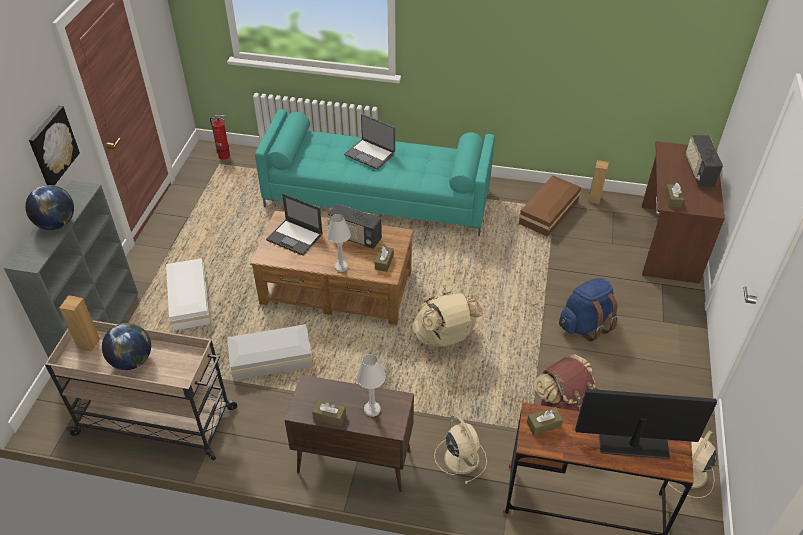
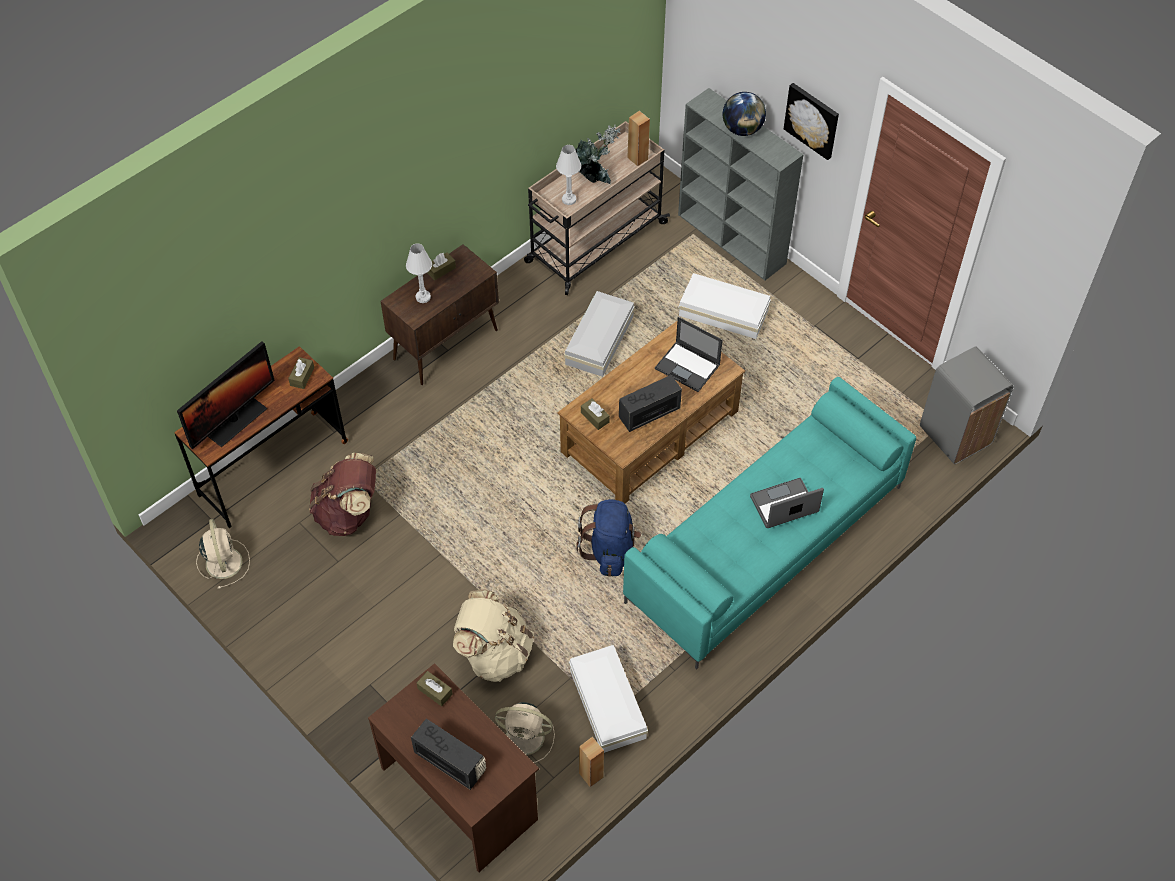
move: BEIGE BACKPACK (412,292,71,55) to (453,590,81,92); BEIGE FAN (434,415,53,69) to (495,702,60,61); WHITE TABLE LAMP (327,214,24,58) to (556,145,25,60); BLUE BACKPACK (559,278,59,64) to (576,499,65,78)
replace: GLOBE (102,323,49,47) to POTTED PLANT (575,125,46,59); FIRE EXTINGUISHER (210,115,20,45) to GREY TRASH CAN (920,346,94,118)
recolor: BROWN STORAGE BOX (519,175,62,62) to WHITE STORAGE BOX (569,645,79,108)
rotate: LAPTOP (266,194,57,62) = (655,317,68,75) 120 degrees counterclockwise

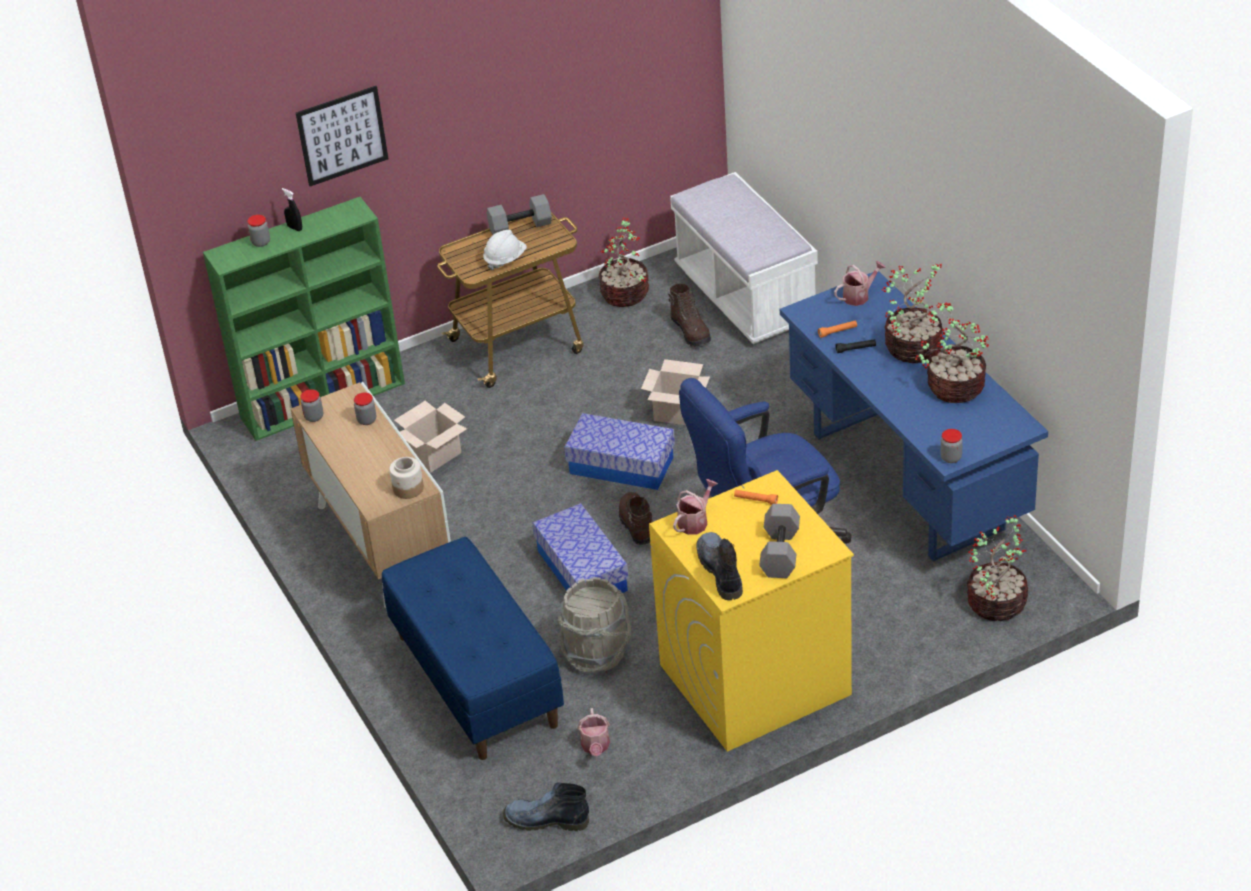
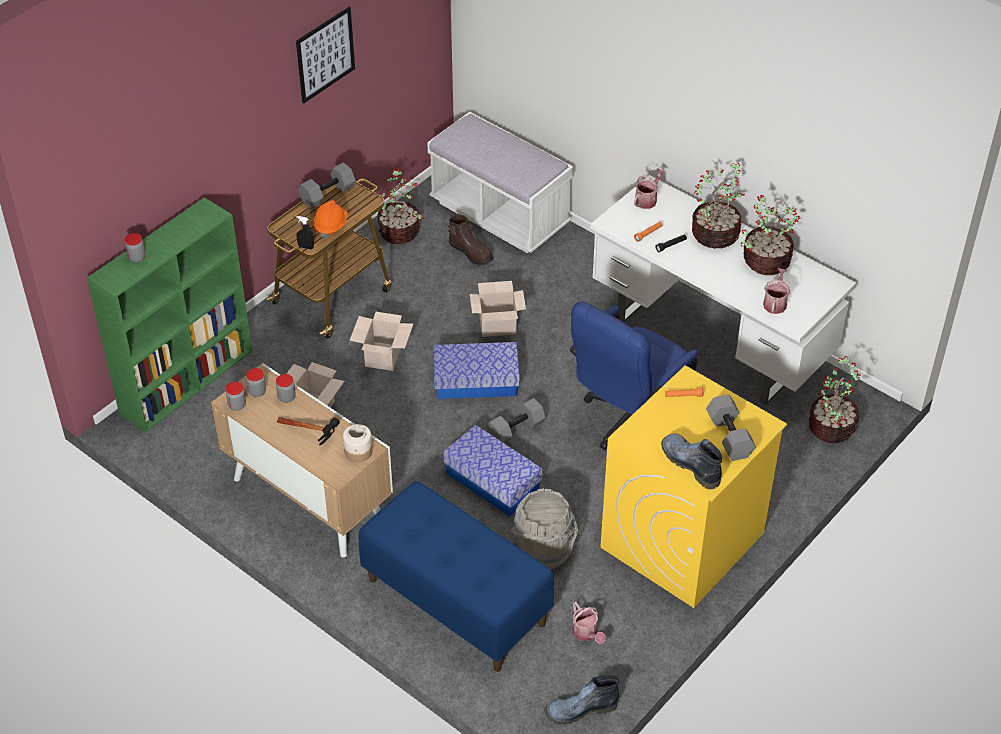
insert: HAMMER (277,417,63,28); CARDBOARD BOX (350,312,63,59)
move: JAR (940,429,23,34) to (246,368,20,29); PICTURE (296,86,92,100) to (296,7,59,96); BLACK SPRAY BOTTLE (282,188,20,43) to (296,216,18,33); WATERING CAN (673,479,45,56) to (763,268,27,46)
replace: BROWN BOOT (619,492,34,53) to GREY DUMBBELL (486,398,60,45)
recolor: WHITE HARD HAT (483,230,44,40) to ORANGE HARD HAT (313,200,35,39); BLUE DESK (780,271,268,291) to WHITE DESK (590,175,266,230)

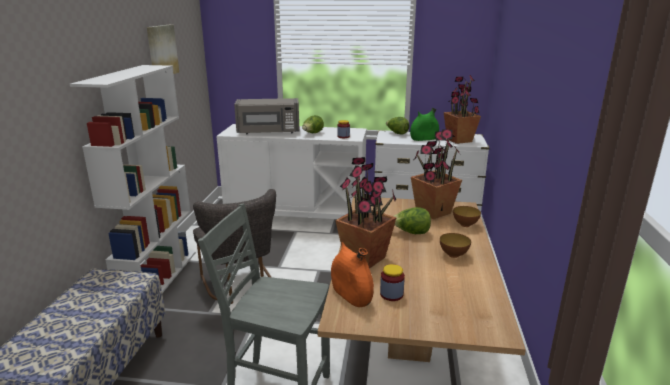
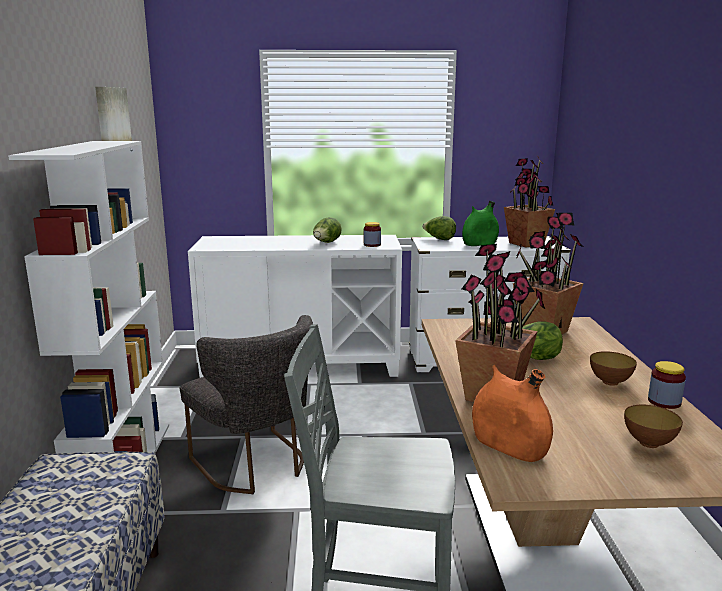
delete: GREY MICROWAVE (234,98,65,36)
move: BOWL (453,206,28,21) to (624,405,59,43); JAR (380,264,25,37) to (648,361,38,48)

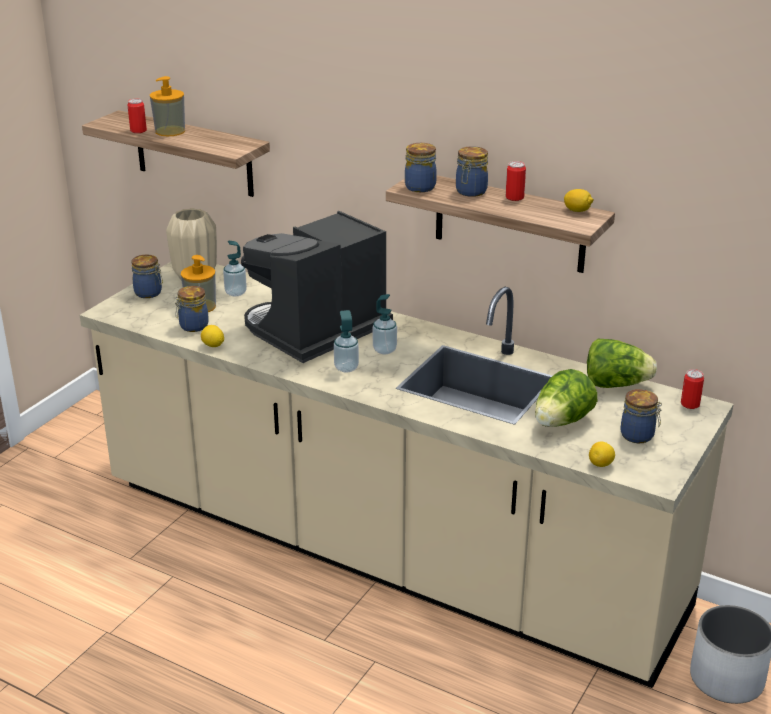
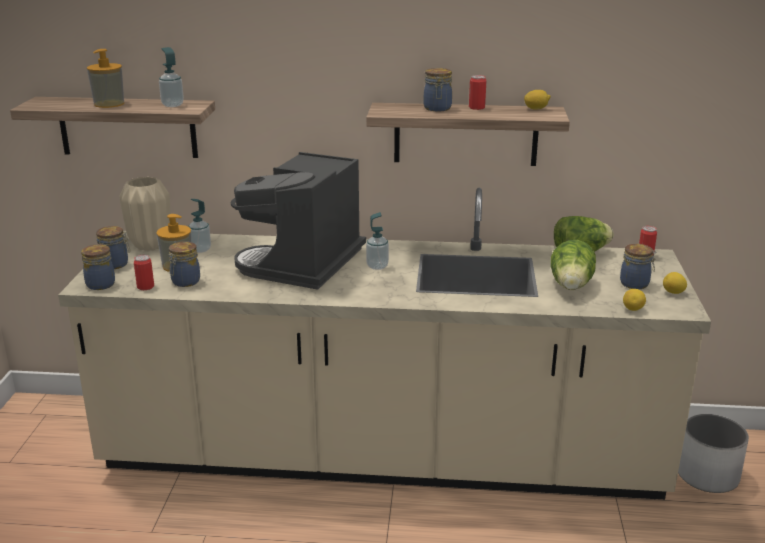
move: JAR (405,143,32,49) to (81,244,34,46); CAN (128,99,19,34) to (134,255,20,35); SOAP DISPENSER (334,310,25,62) to (159,47,25,60); LEMON (201,325,23,22) to (663,272,24,22)

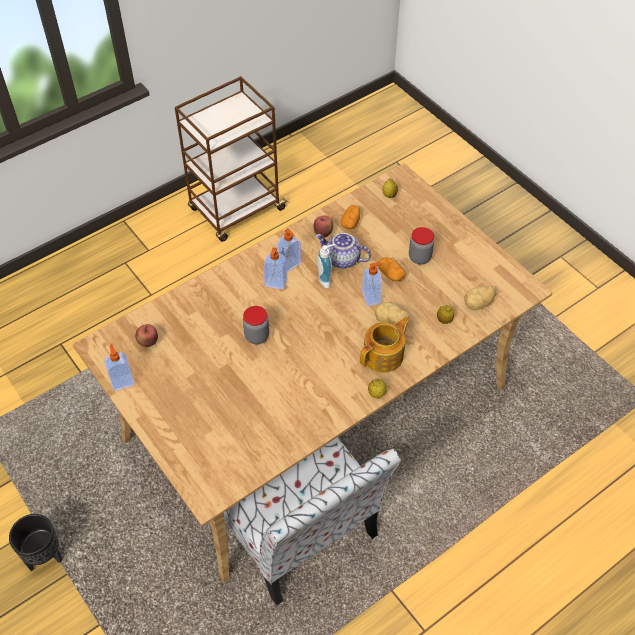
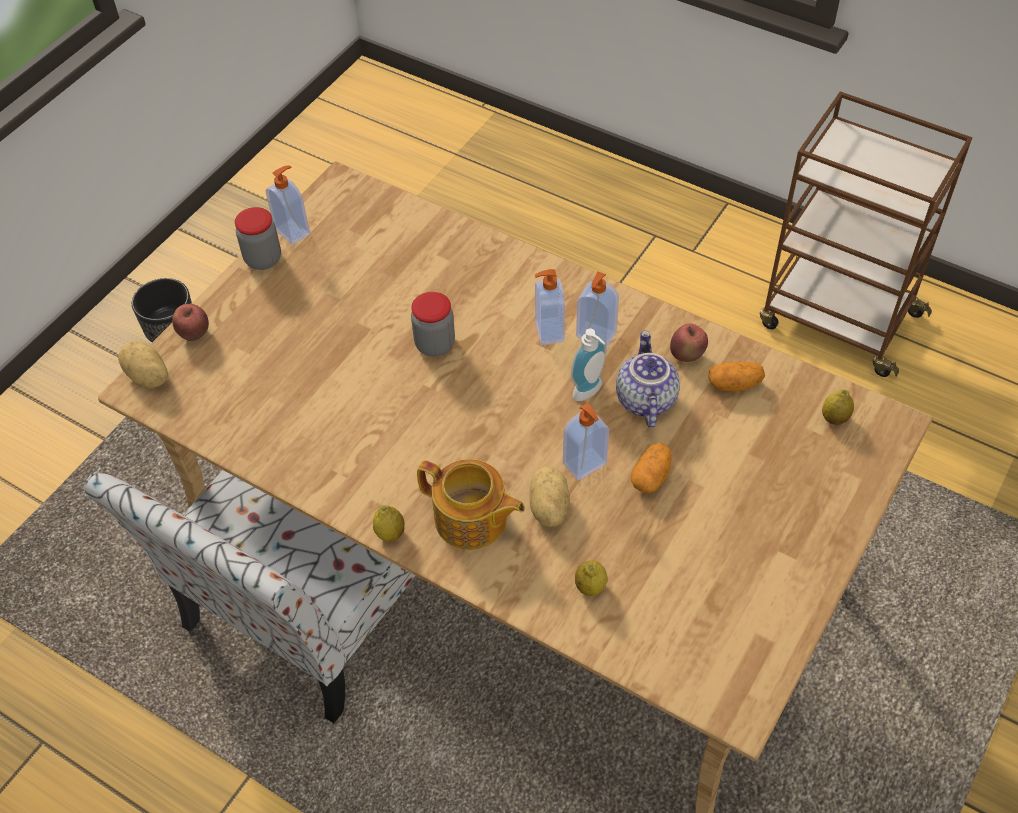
move: POTATO (464,286,32,24) to (118,341,51,47); APPLE (135,324,23,23) to (172,304,37,37); JAR (409,227,25,37) to (235,207,46,63)

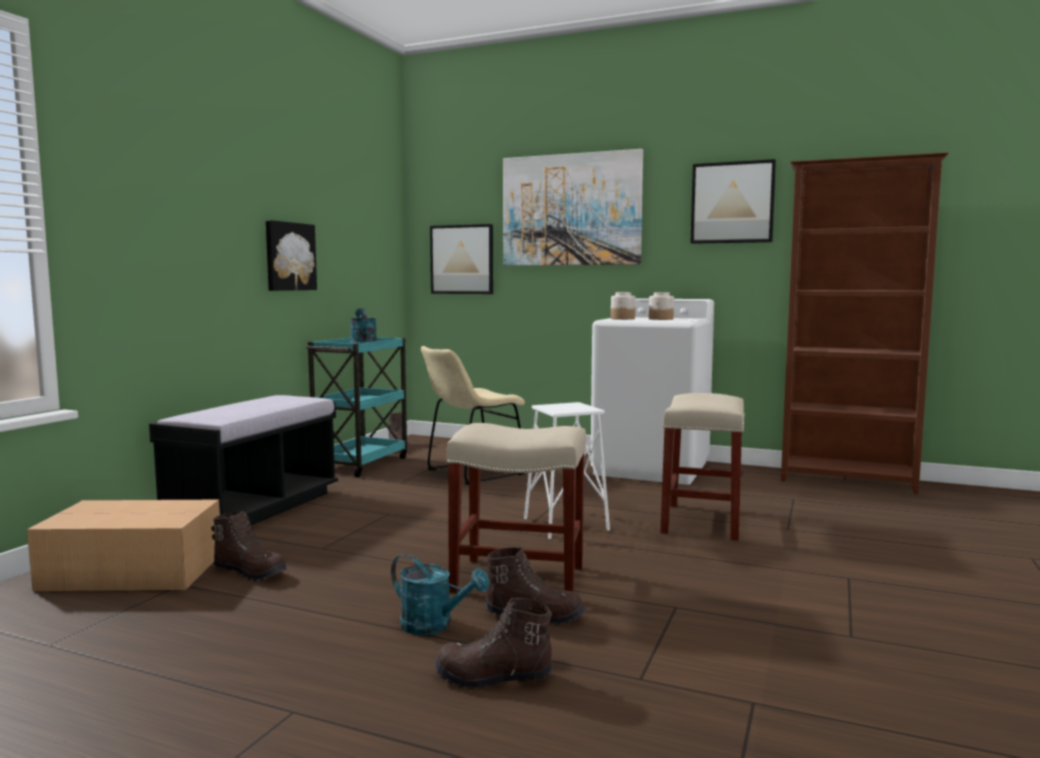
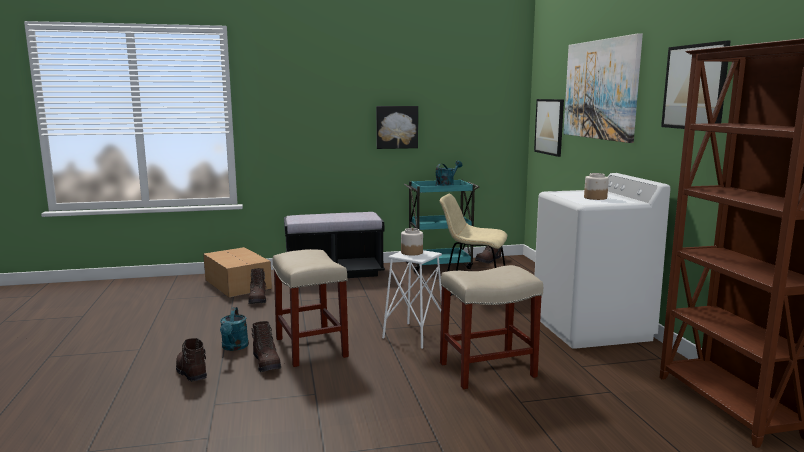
move: JAR (611,292,24,28) to (401,228,22,27)

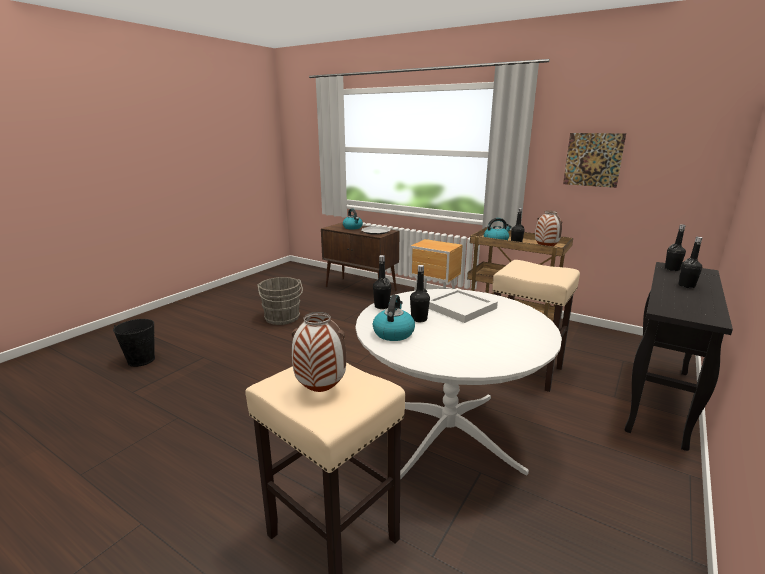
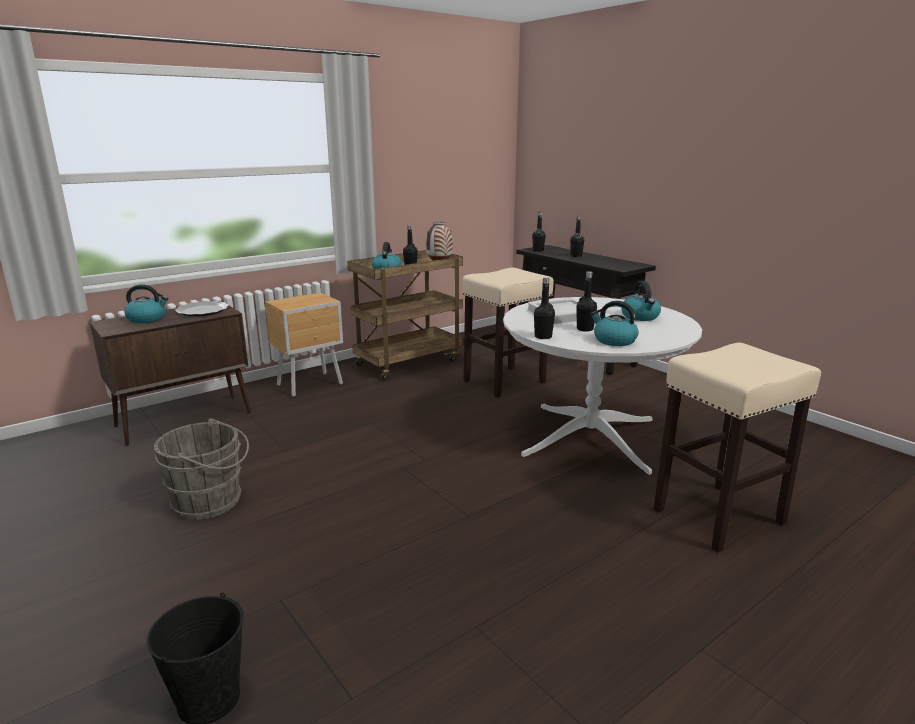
delete: VASE (292,312,54,80); PICTURE (563,133,63,55)
insert: KETTLE (621,281,40,40)

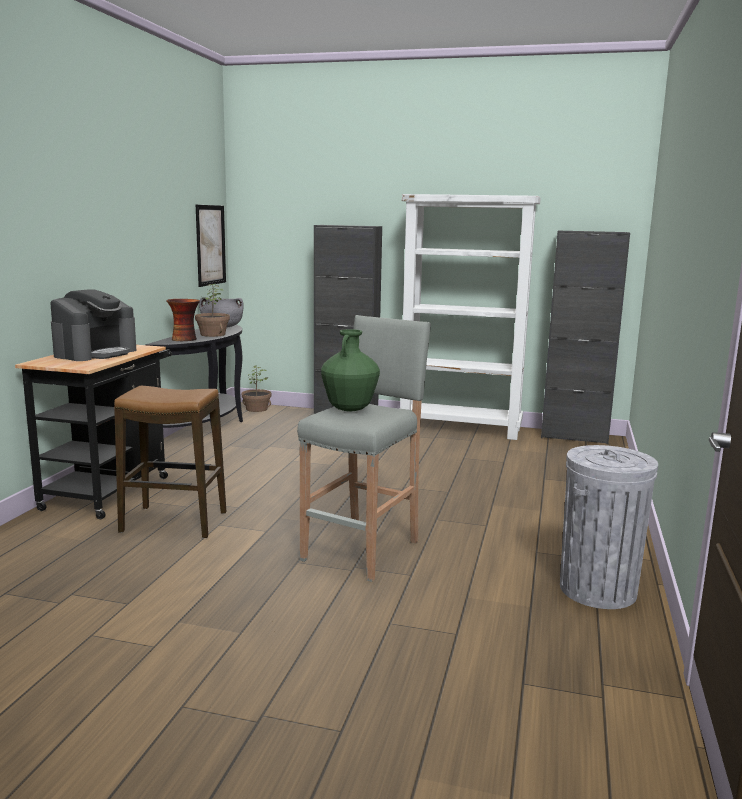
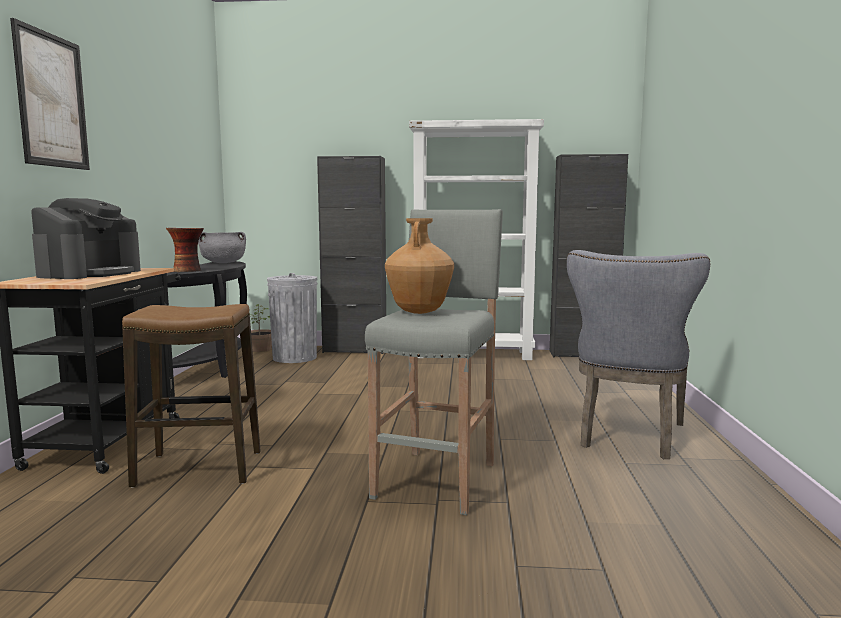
delete: POTTED PLANT (195,283,35,54)
insert: GREY CHAIR (567,250,143,209)
move: PICTURE (196,205,30,82) to (10,18,80,152); GREY TRASH CAN (560,445,98,164) to (267,273,50,90)
recolor: GREEN VASE (321,329,59,83) to BROWN VASE (385,218,69,96)

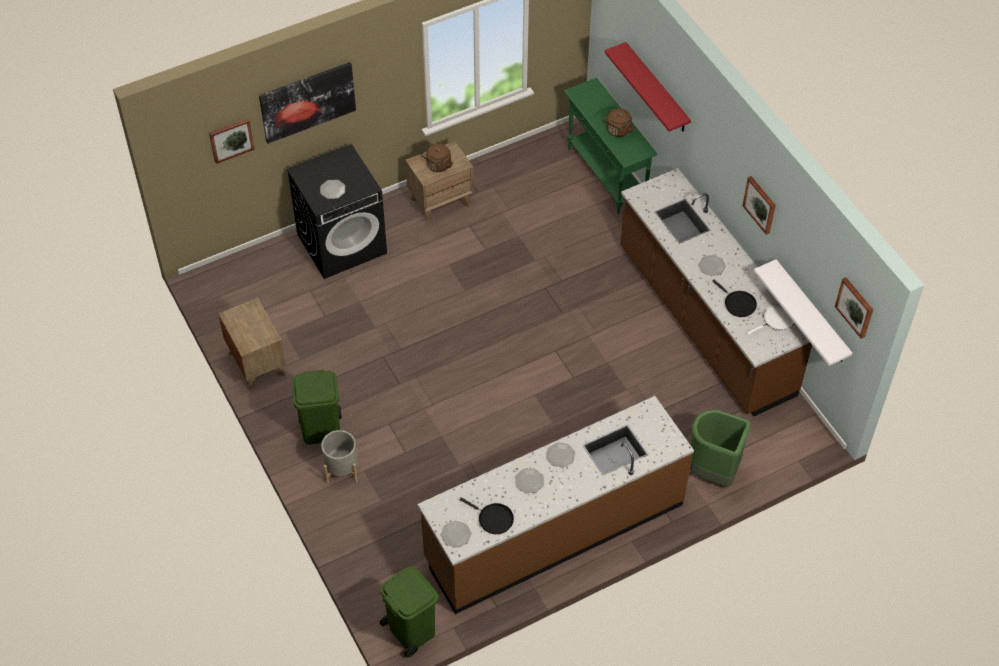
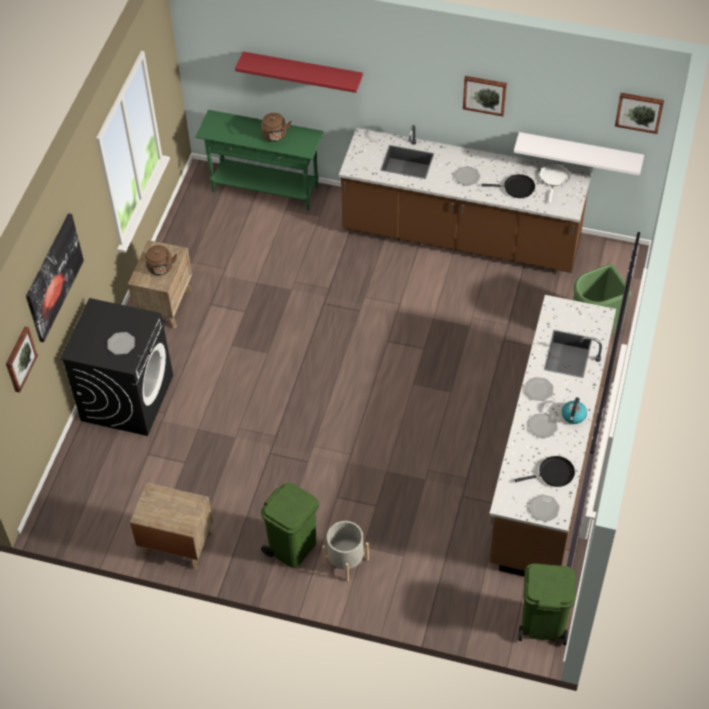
insert: KETTLE (562,397,25,27)

